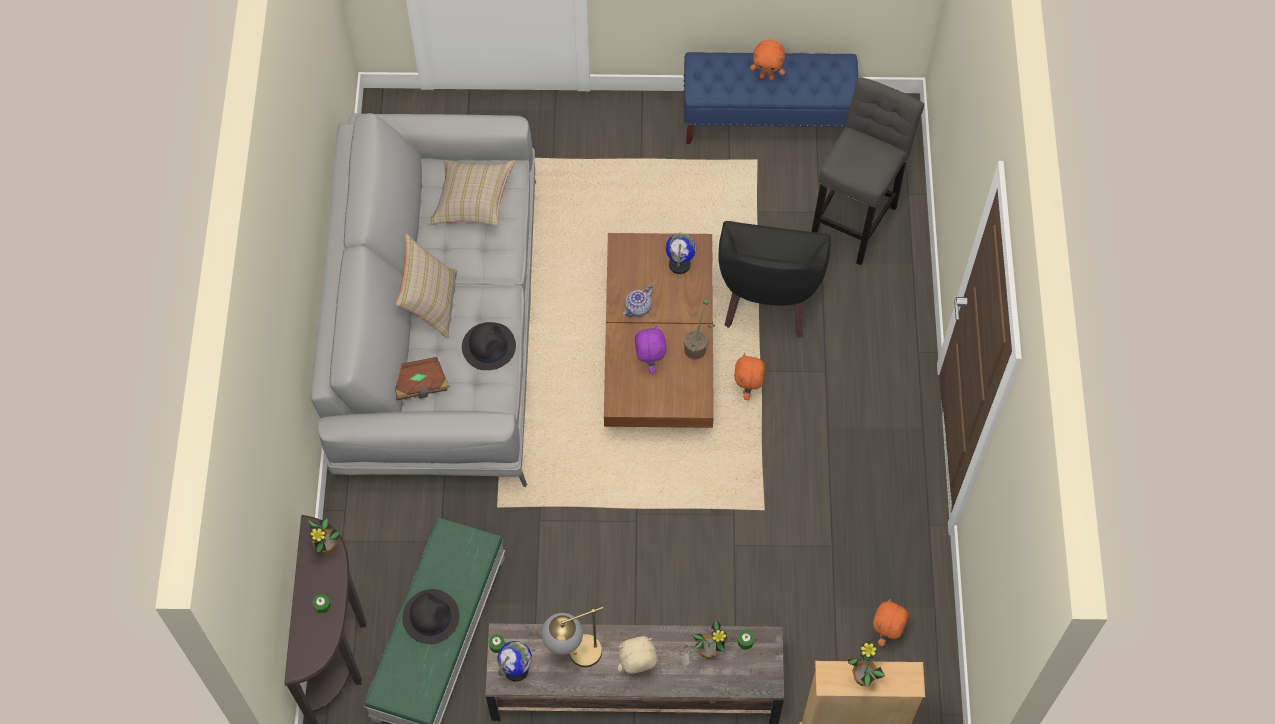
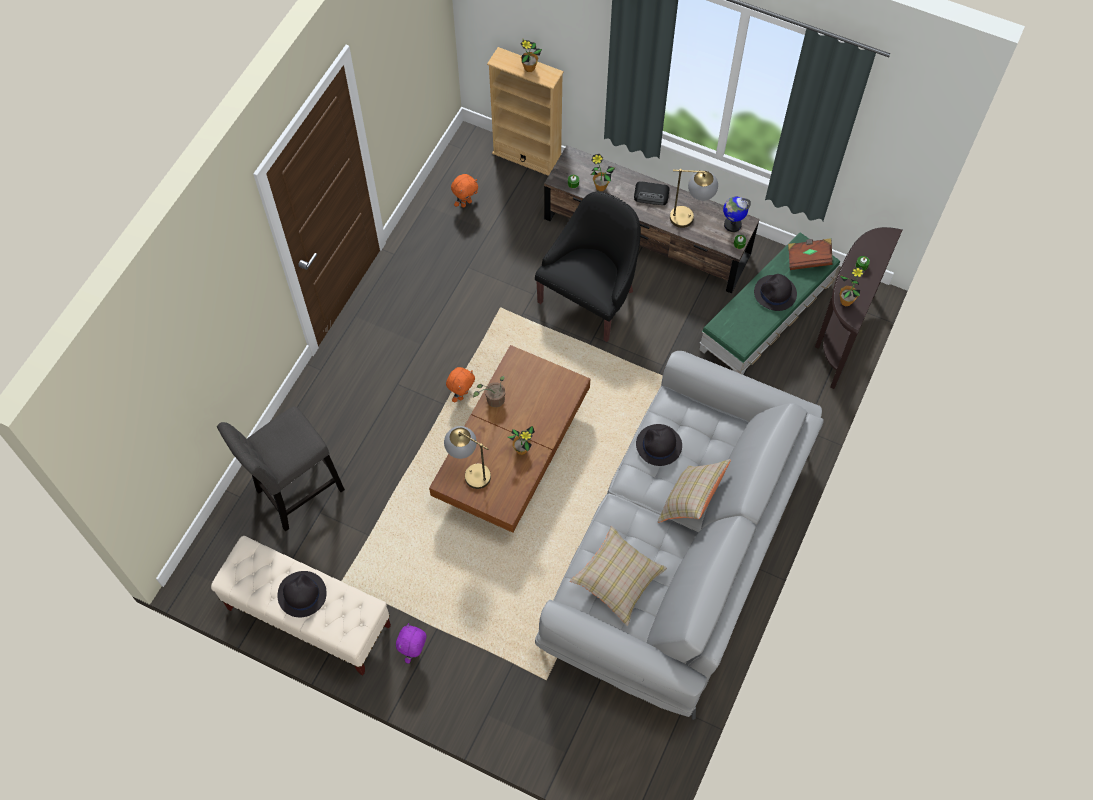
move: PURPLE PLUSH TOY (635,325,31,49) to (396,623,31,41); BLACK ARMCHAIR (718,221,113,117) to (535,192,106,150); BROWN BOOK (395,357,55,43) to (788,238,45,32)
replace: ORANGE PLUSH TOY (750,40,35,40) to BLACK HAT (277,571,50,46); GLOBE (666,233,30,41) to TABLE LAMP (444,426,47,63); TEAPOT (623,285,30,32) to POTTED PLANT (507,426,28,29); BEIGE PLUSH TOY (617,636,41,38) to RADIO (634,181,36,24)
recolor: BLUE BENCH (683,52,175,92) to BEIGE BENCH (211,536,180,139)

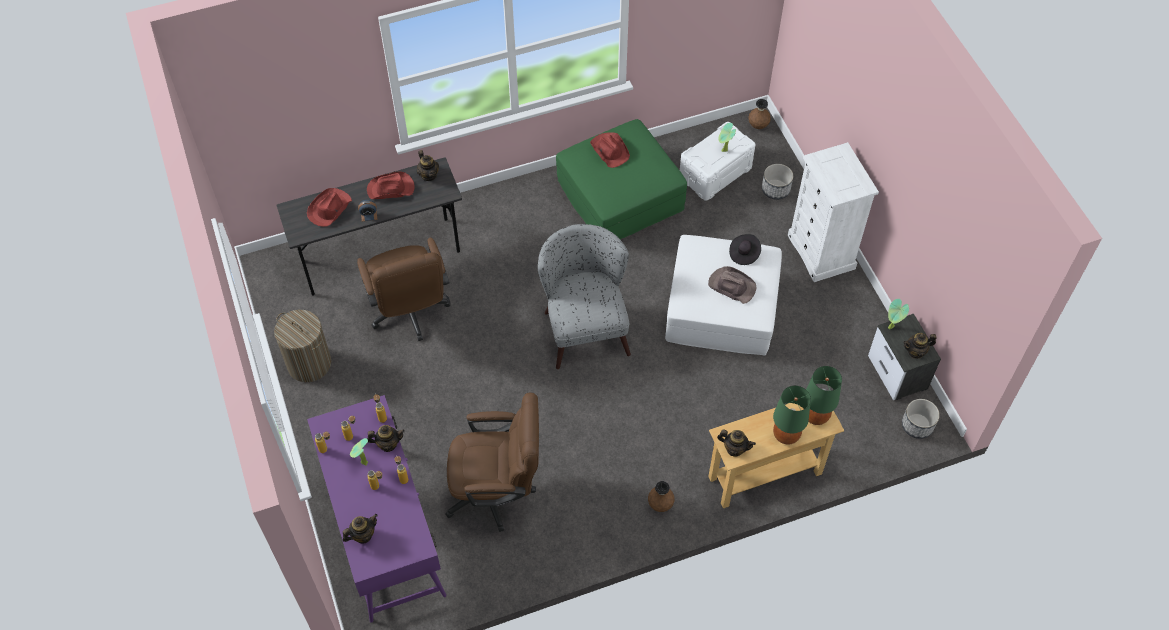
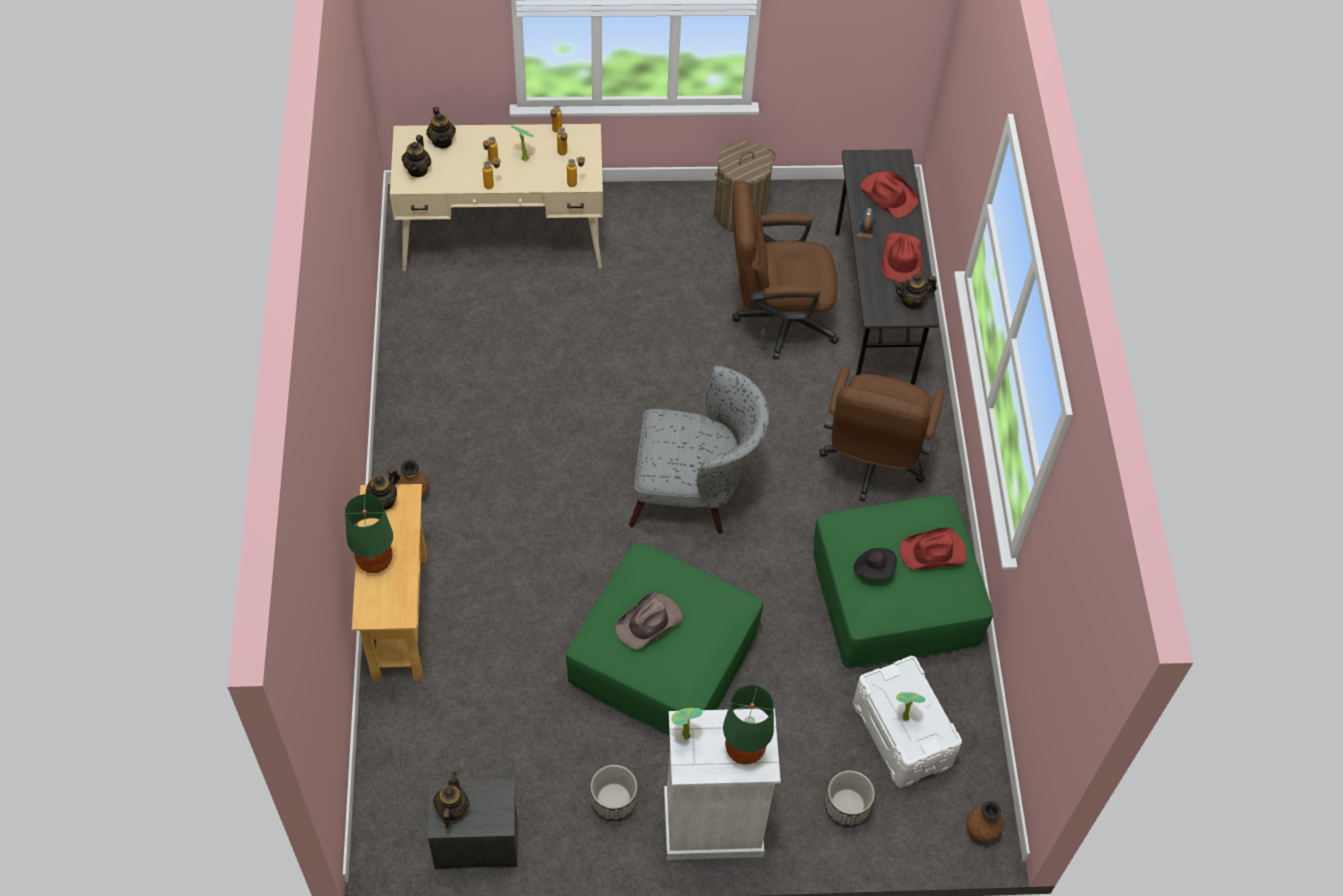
move: TEAPOT (367,425,38,27) to (402,135,29,42); PLANTER (902,399,38,40) to (591,765,46,56); POTTED PLANT (888,299,21,30) to (671,708,32,32); GREEN TABLE LAMP (803,366,39,59) to (723,685,51,80); BROWN OFFICE CHAIR (445,393,94,139) to (819,365,125,137); BLACK HAT (729,234,32,31) to (853,548,44,32)
recolor: PURPLE DESK (307,395,139,228) to BEIGE DESK (390,124,213,147); WHITE OTTOMAN (665,235,117,121) to GREEN OTTOMAN (566,542,197,194)

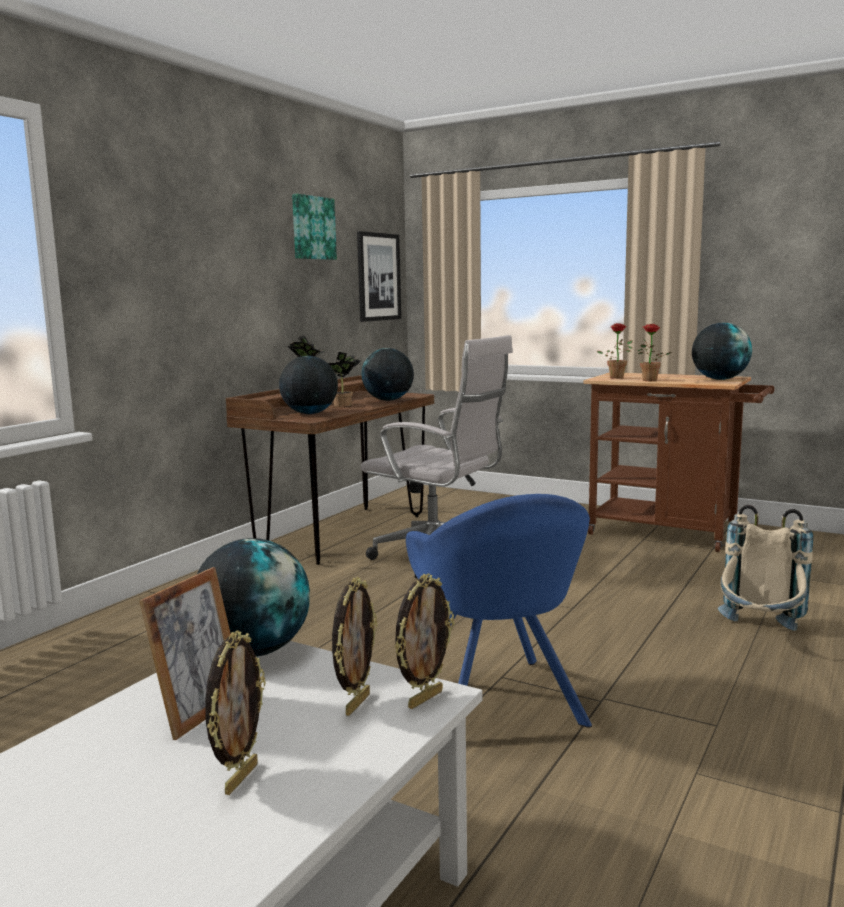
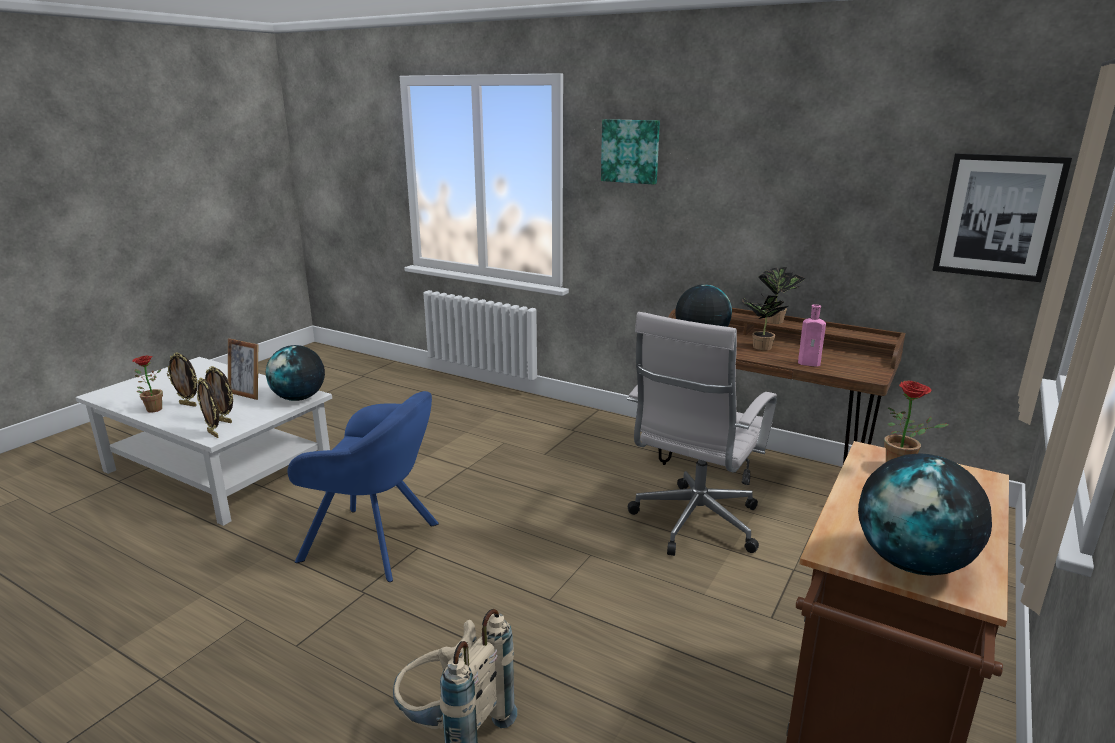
move: POTTED PLANT (638,324,34,57) to (132,355,31,58); PICTURE (292,194,45,66) to (601,119,59,66)
replace: GLOBE (361,348,53,53) to PINK BOTTLE (798,304,28,63)
rotate: BLUE ARMCHAIR (406,494,186,234) = (288,391,151,191) 150 degrees counterclockwise

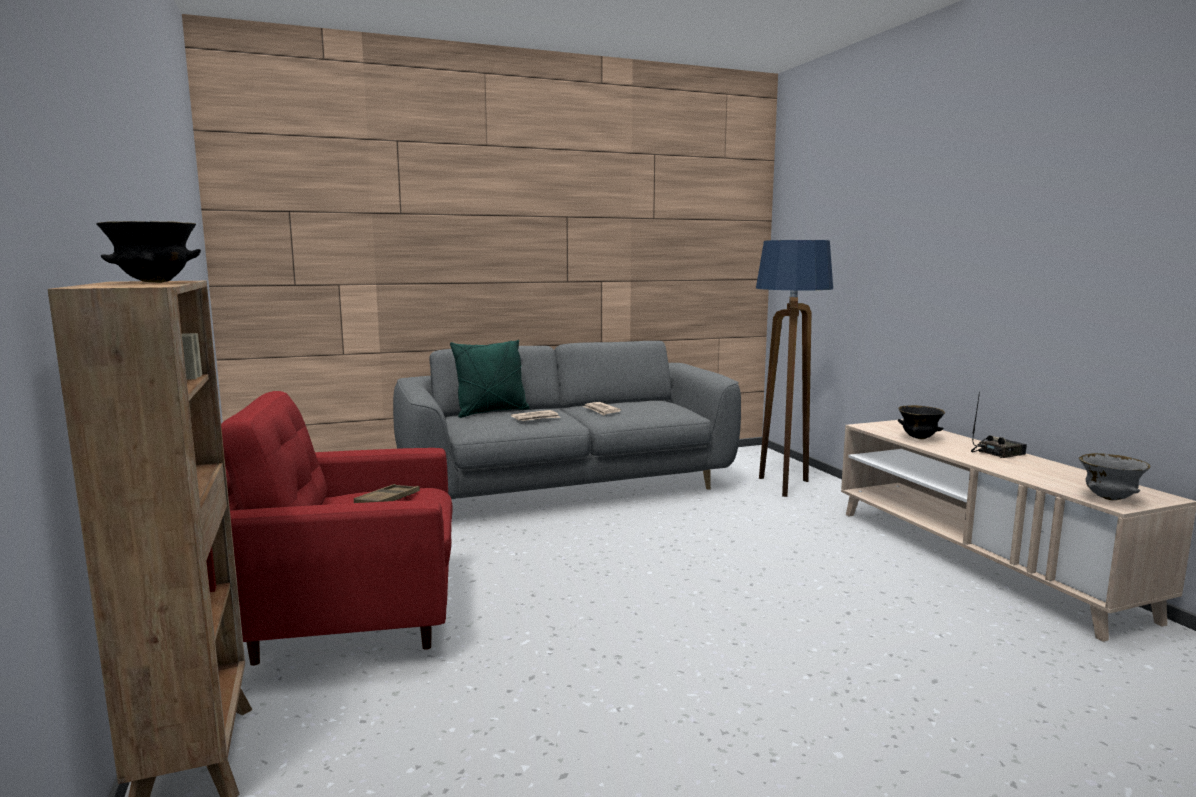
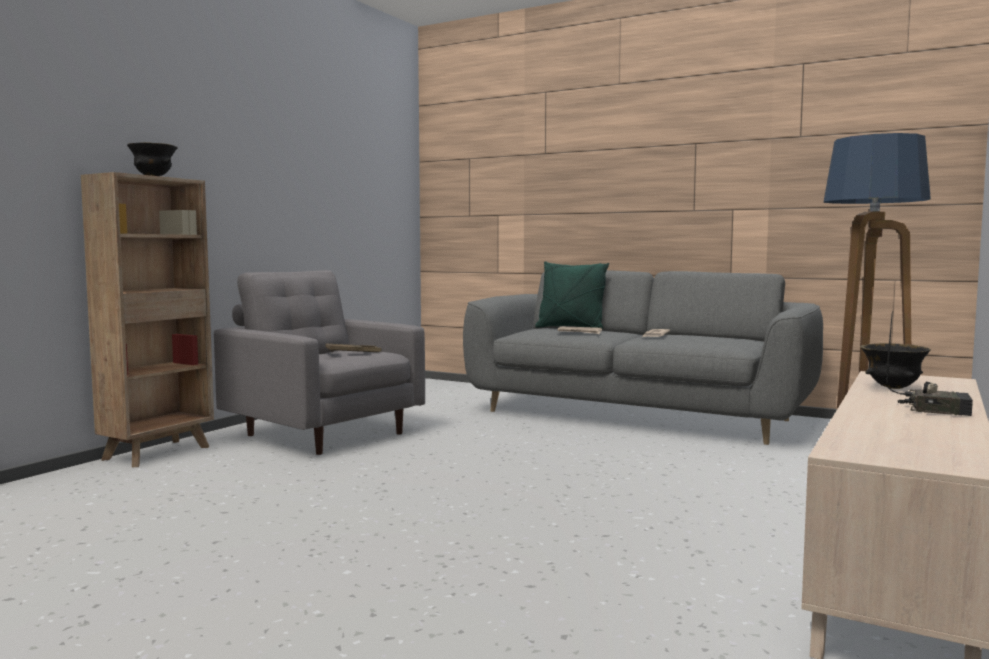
delete: GREY BOWL (1079,453,72,47)
recolor: RED ARMCHAIR (221,391,232,275) to GREY ARMCHAIR (214,270,211,185)

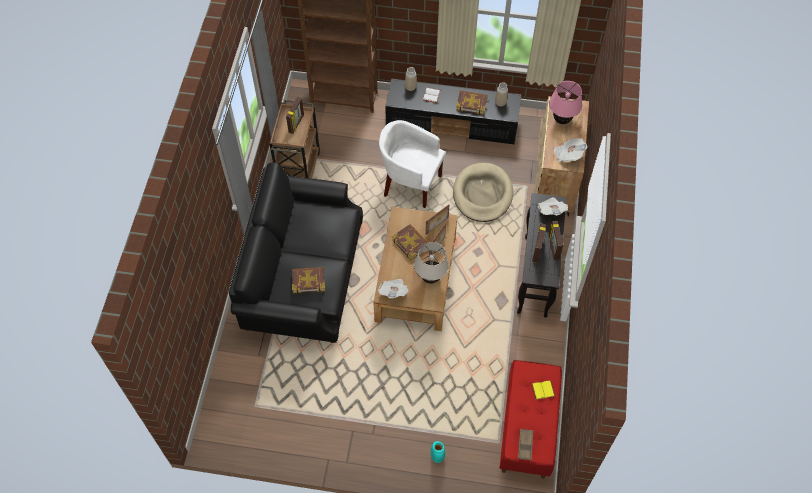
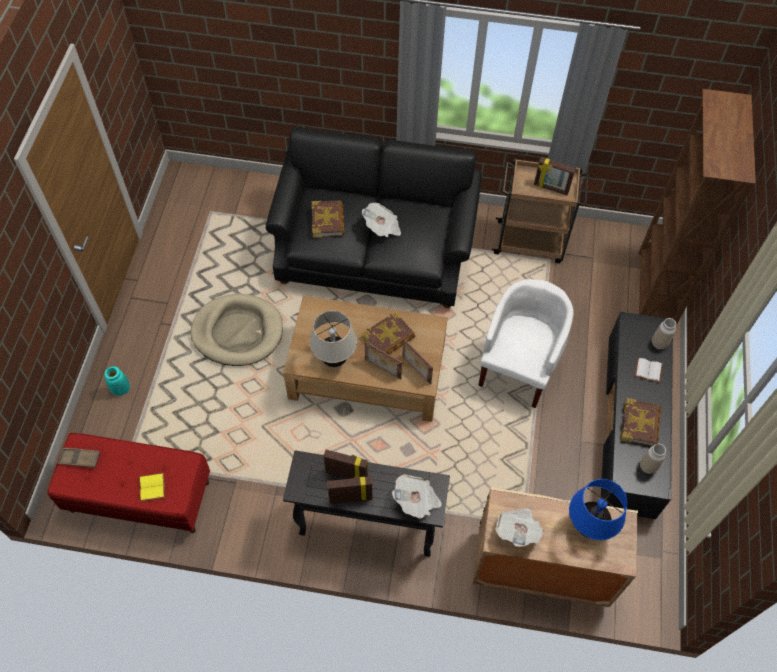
move: BEIGE DOG BED (453,163,60,59) to (191,294,92,72); NEWSPAPER (378,279,31,19) to (362,203,39,34)
recolor: PINK TABLE LAMP (549,81,33,43) to BLUE TABLE LAMP (569,479,59,61)

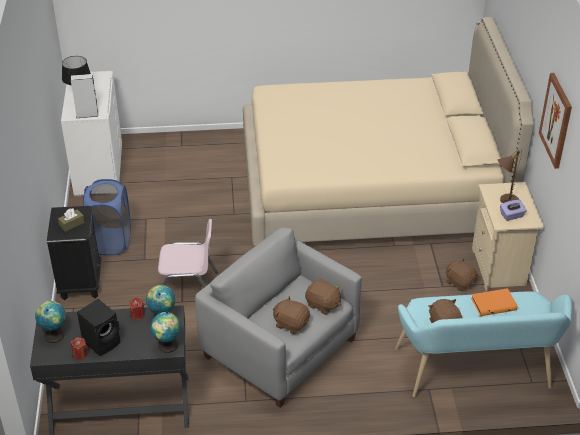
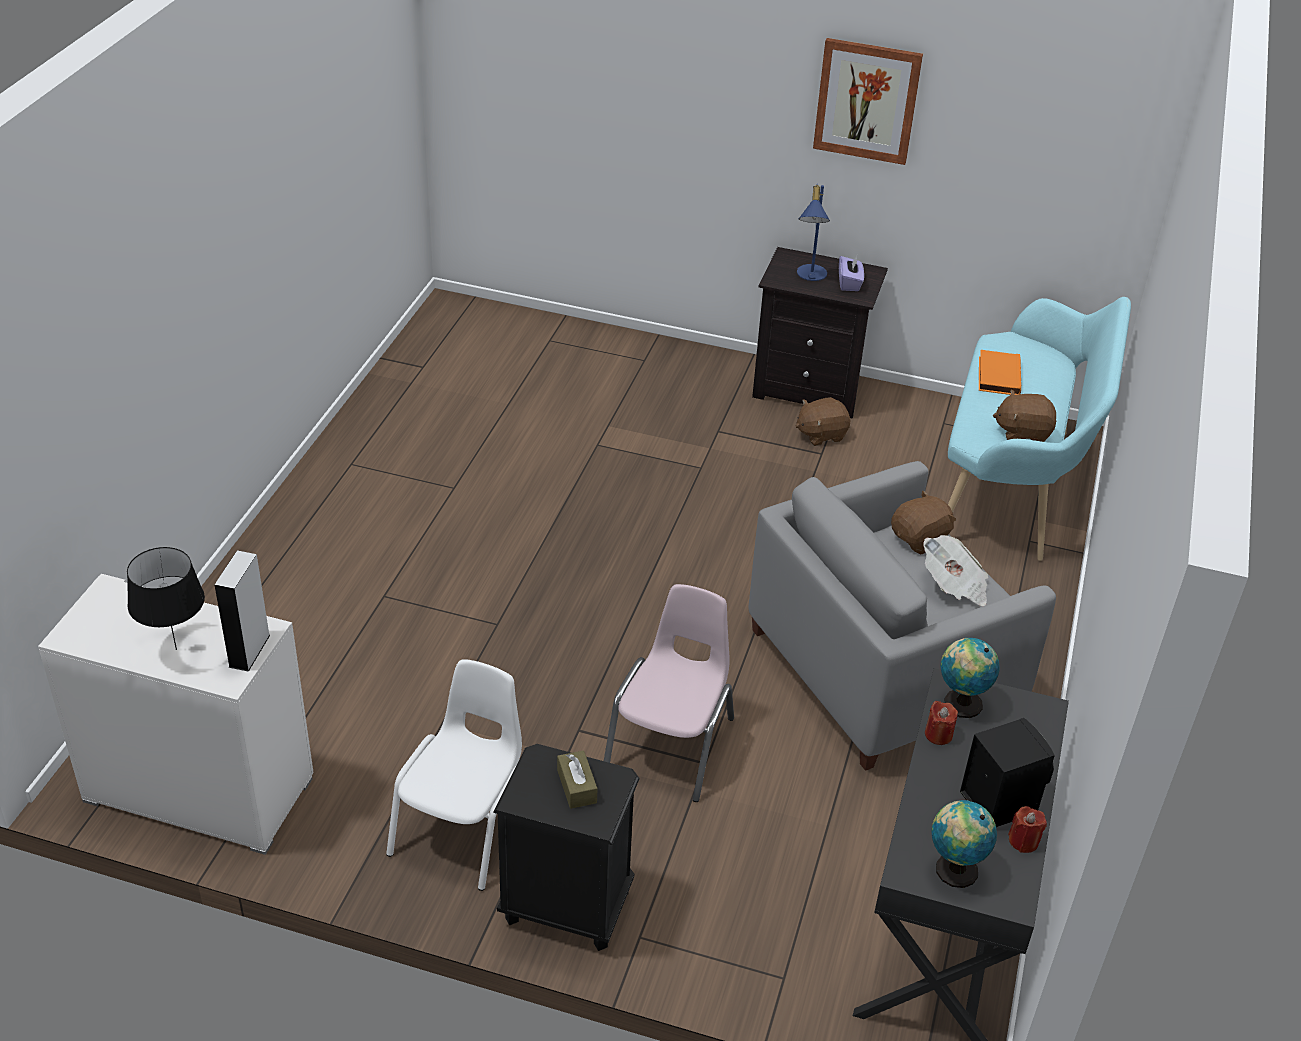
delete: GLOBE (150,312,31,41); BEIGE BED (243,17,291,229)
replace: BLUE LAUNDRY BASKET (83,179,48,76) to WHITE CHAIR (386,659,136,232); BROWN PLUSH TOY (273,296,37,38) to NEWSPAPER (923,535,65,71)
recolor: BEIGE NIGHTSTAND (472,182,72,109) to BLACK NIGHTSTAND (752,247,136,172); BROWN TABLE LAMP (498,150,24,53) to BLUE TABLE LAMP (797,185,33,96)

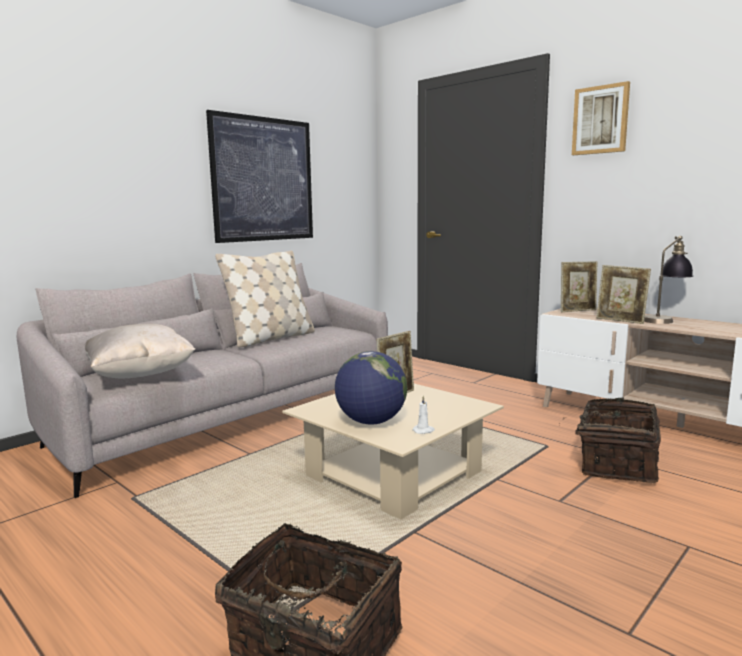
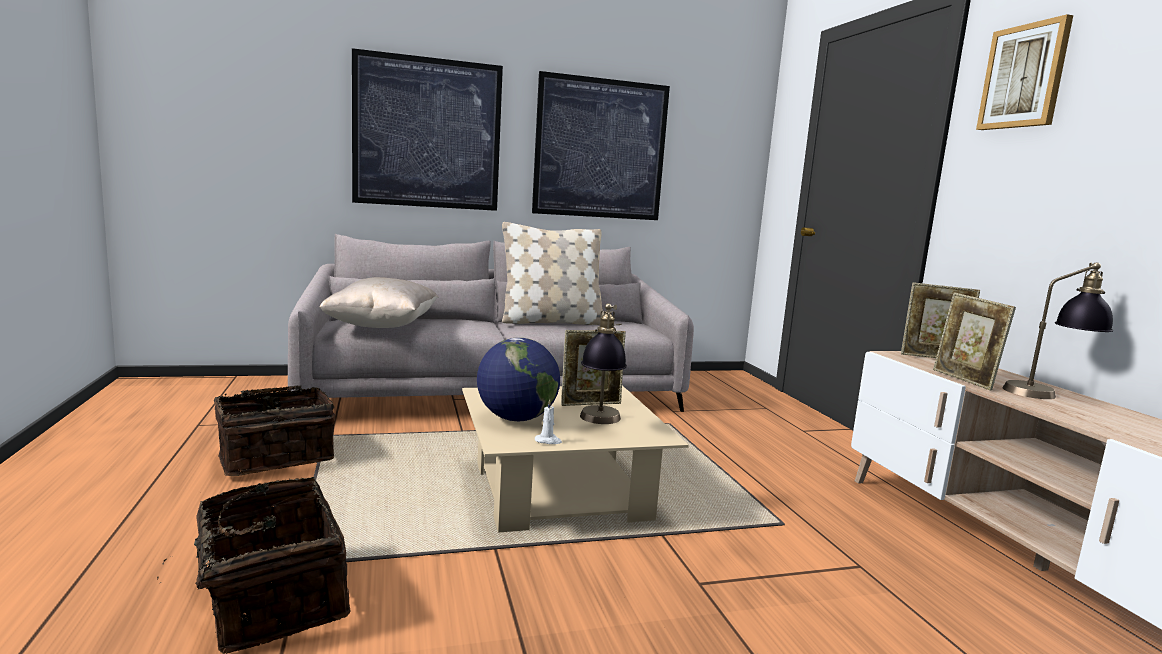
insert: PICTURE (352,48,151,163); TABLE LAMP (580,303,47,121)
move: BASKET (575,397,86,86) to (214,385,121,91)

